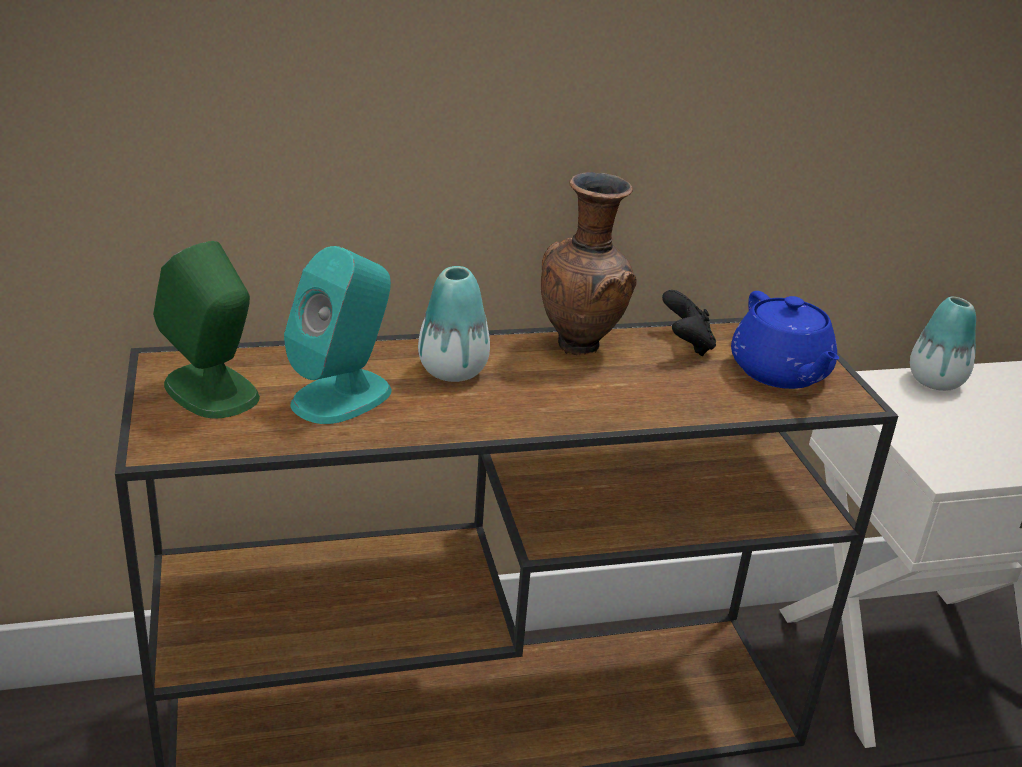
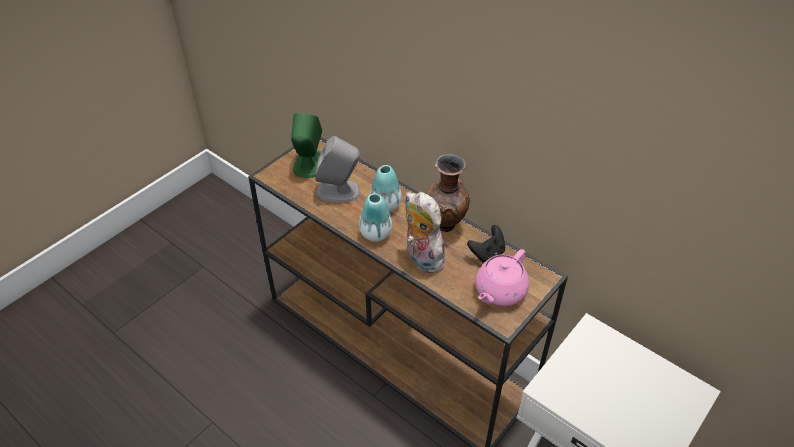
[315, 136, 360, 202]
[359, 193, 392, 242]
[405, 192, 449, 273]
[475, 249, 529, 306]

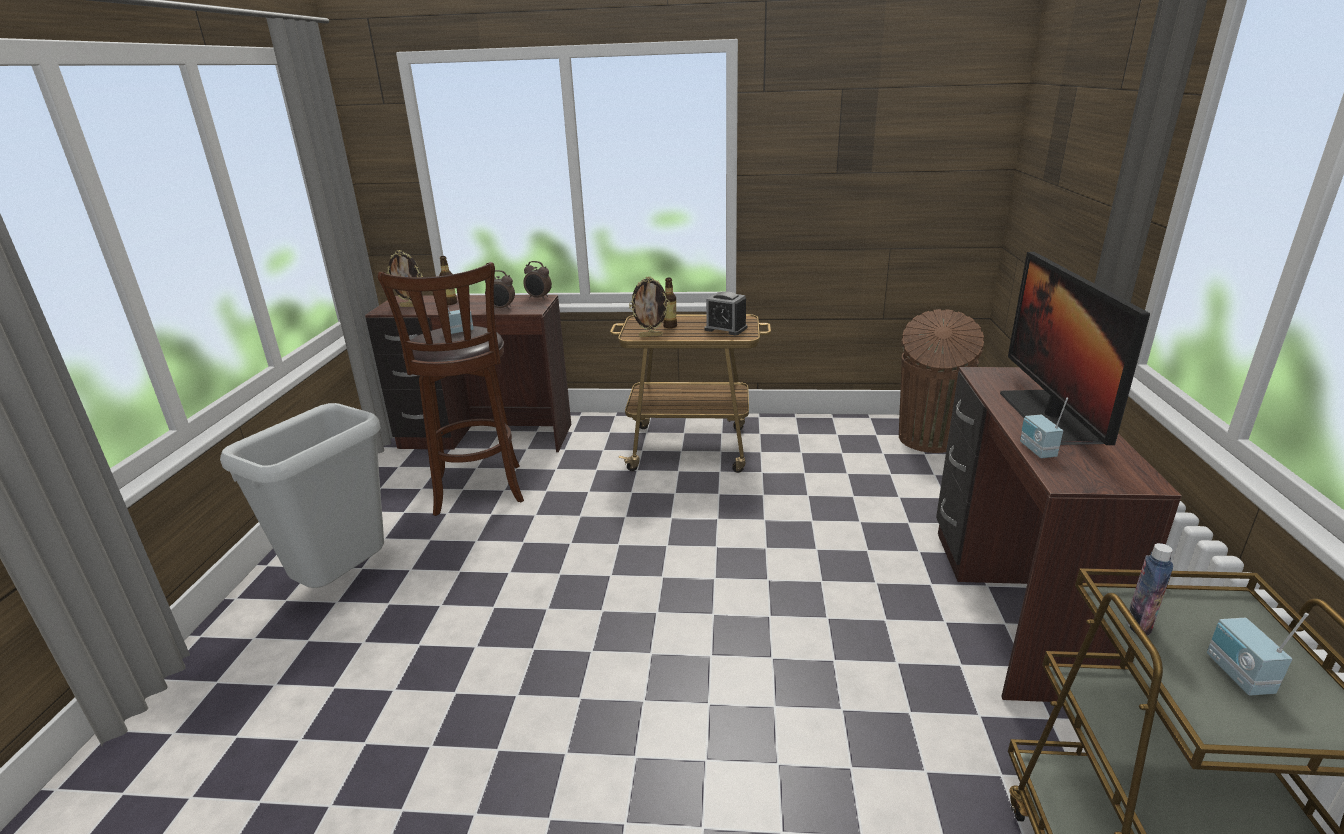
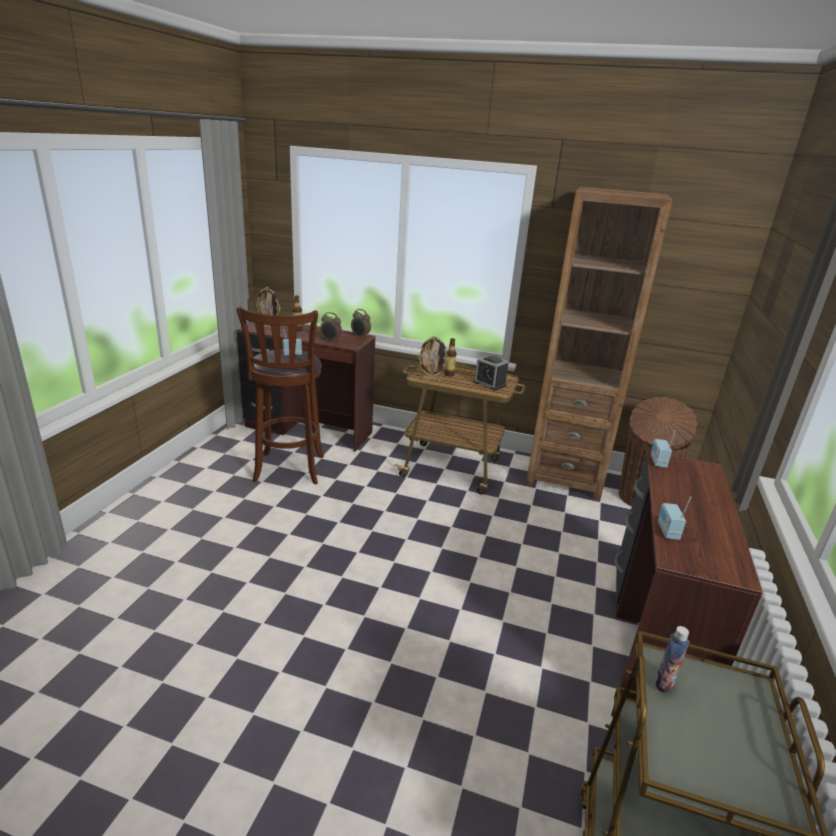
[526, 186, 672, 501]
[651, 430, 676, 468]
[220, 403, 384, 588] (first image)
[1000, 252, 1150, 445] (first image)

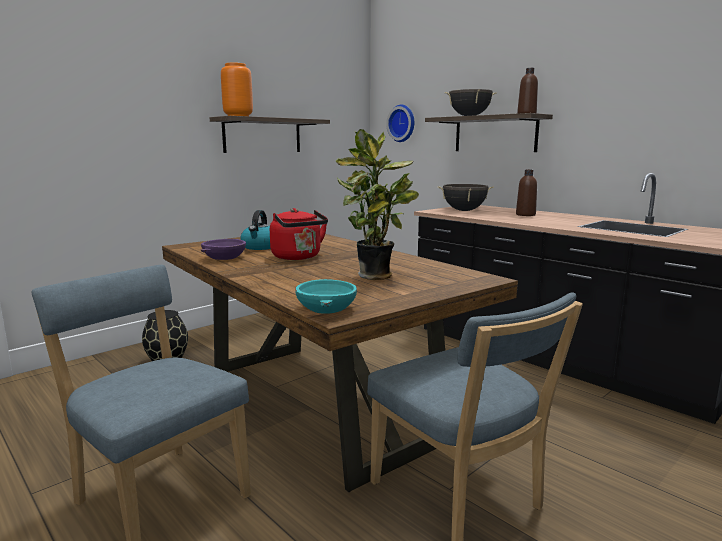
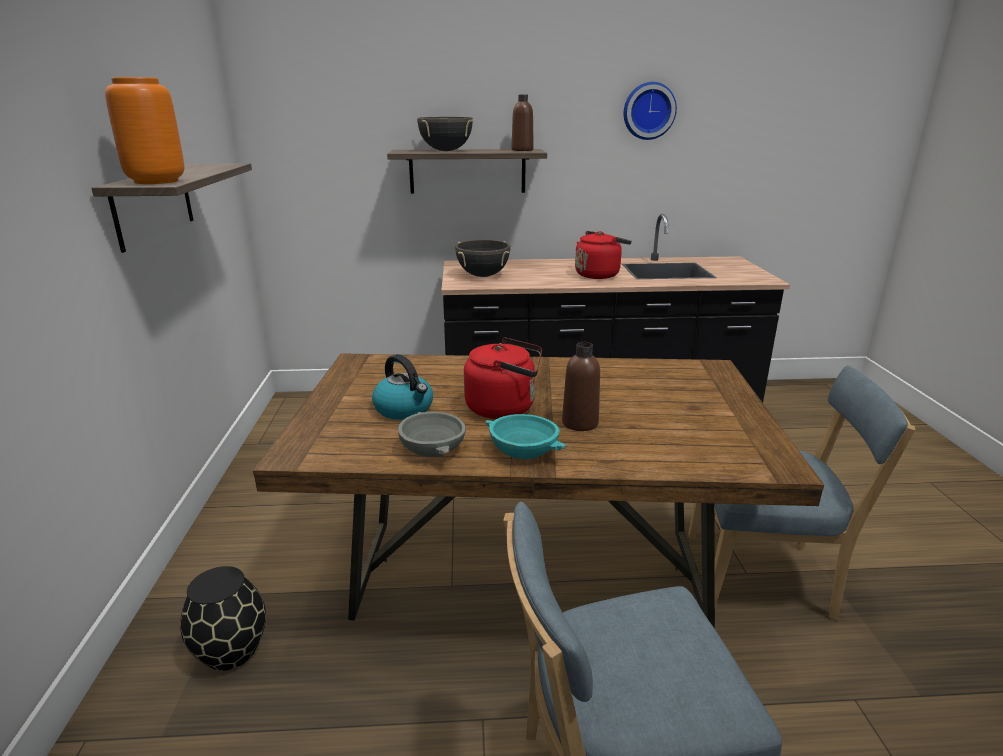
[398, 412, 466, 457]
[485, 414, 567, 459]
[562, 342, 600, 431]
[575, 231, 632, 279]
[624, 82, 677, 140]
[335, 129, 419, 280] (first image)

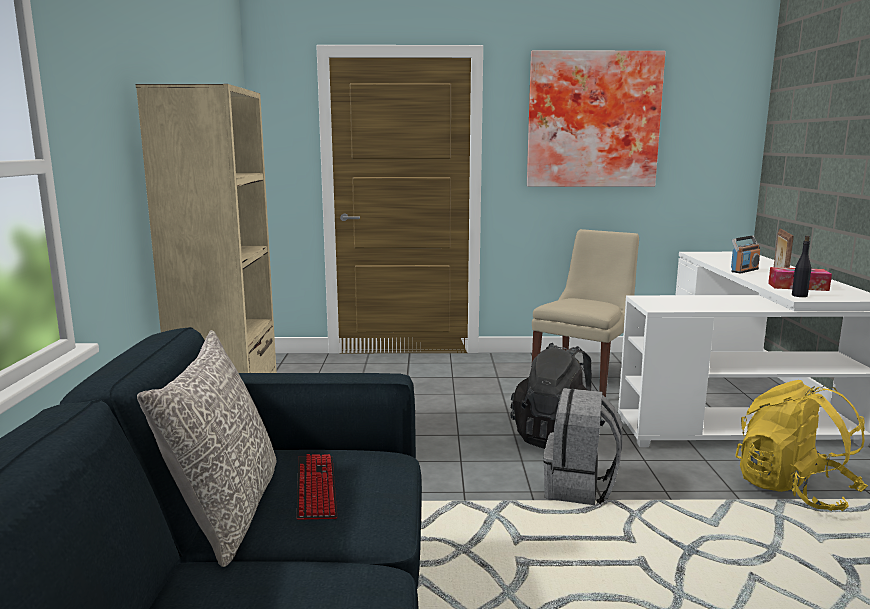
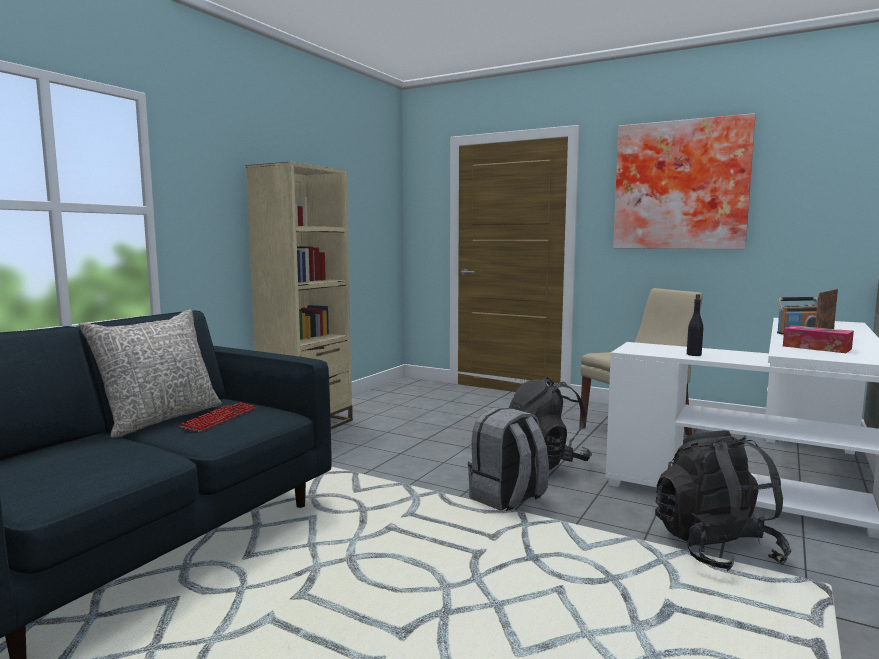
[655, 430, 791, 571]
[687, 294, 703, 356]

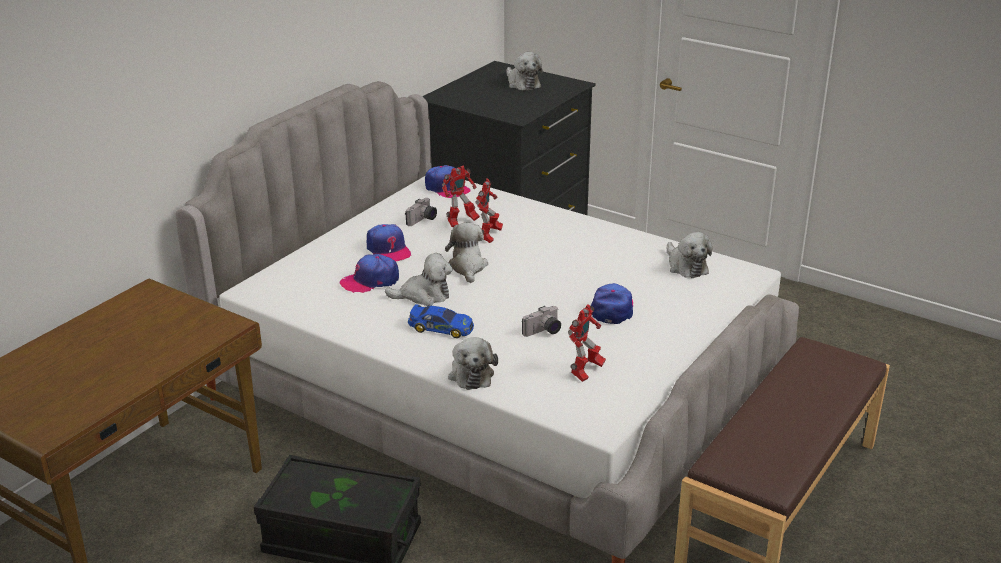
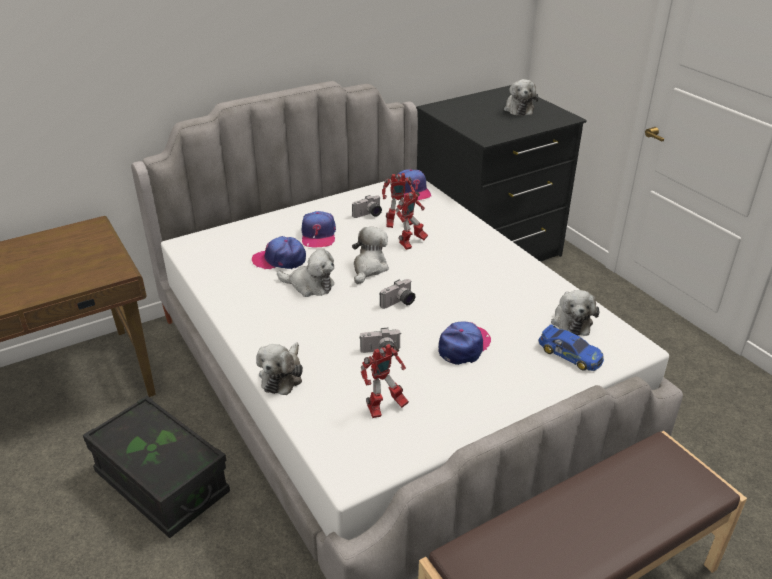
[379, 279, 415, 309]
[539, 324, 604, 371]

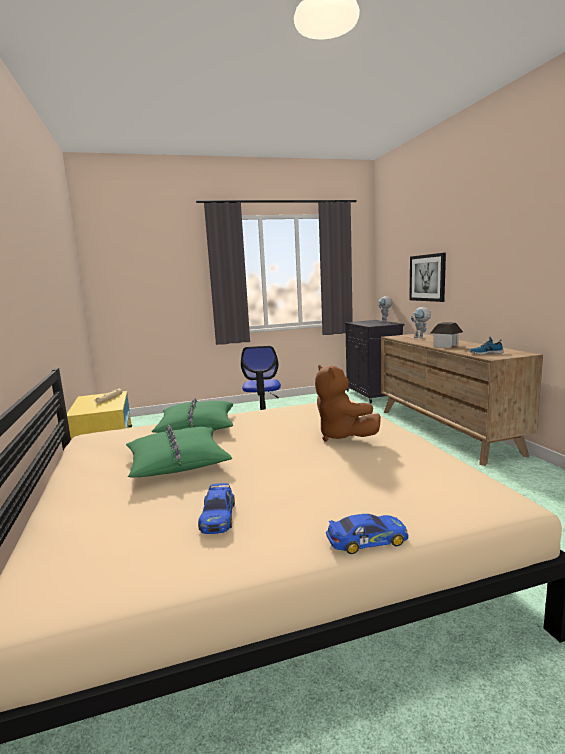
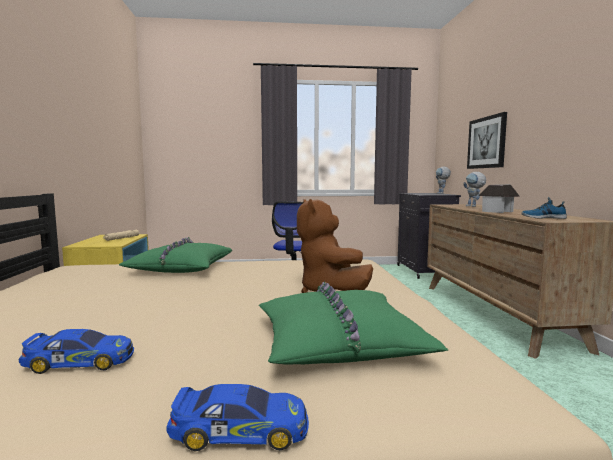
[19, 329, 134, 374]
[259, 281, 448, 364]

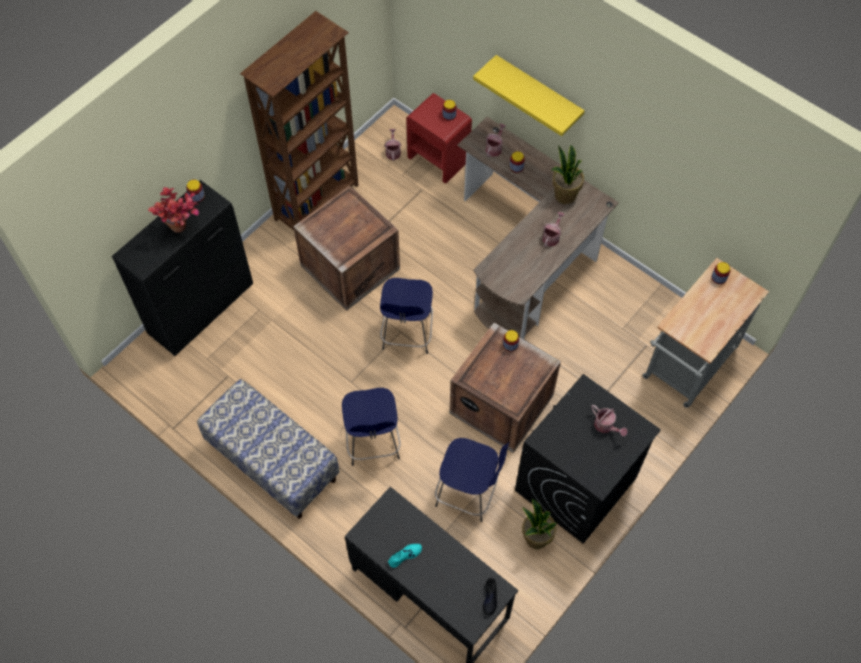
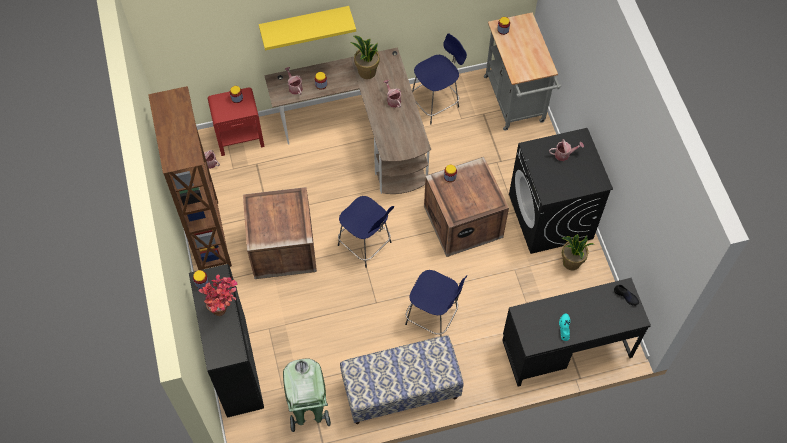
[283, 359, 331, 432]
[412, 34, 467, 124]

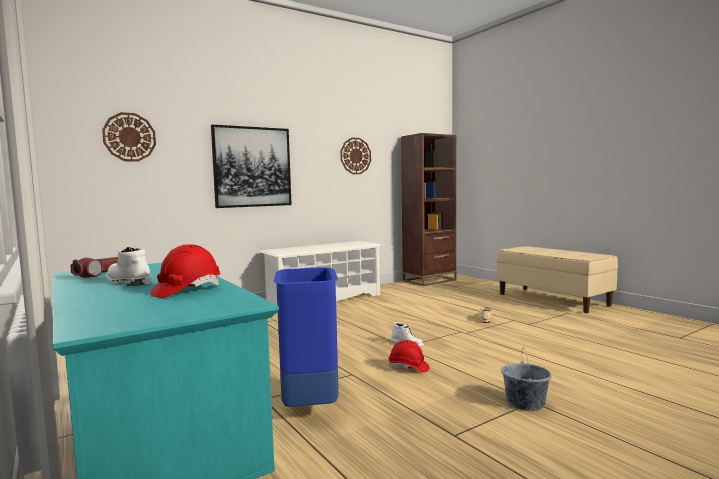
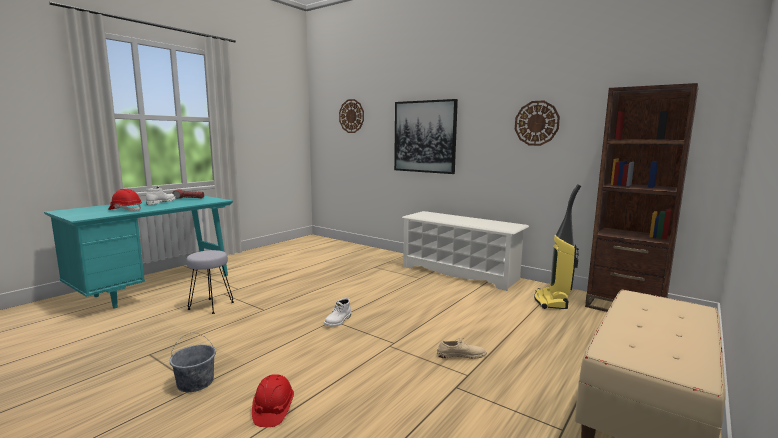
[186, 250, 234, 314]
[252, 374, 294, 427]
[534, 184, 581, 309]

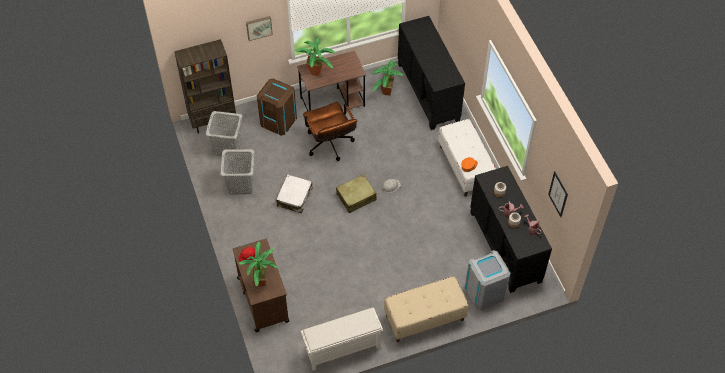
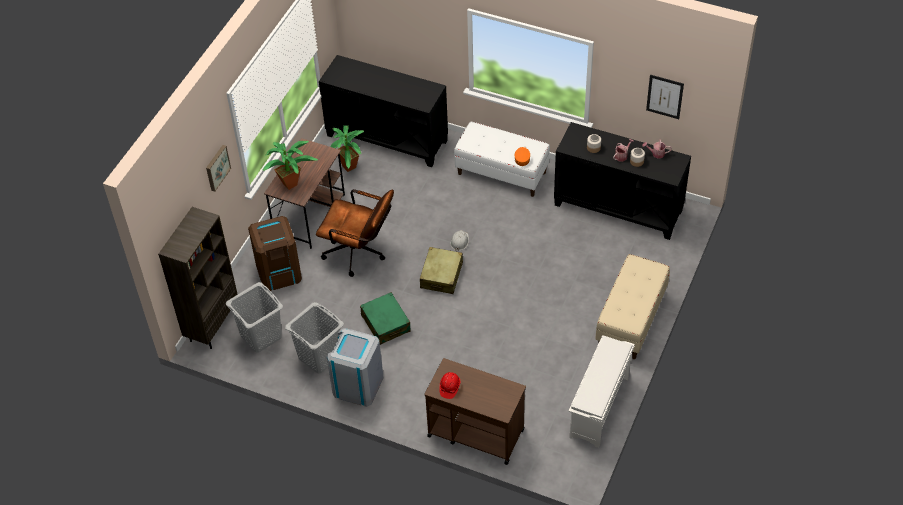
[327, 328, 384, 407]
[360, 292, 411, 345]
[238, 242, 277, 286] (first image)

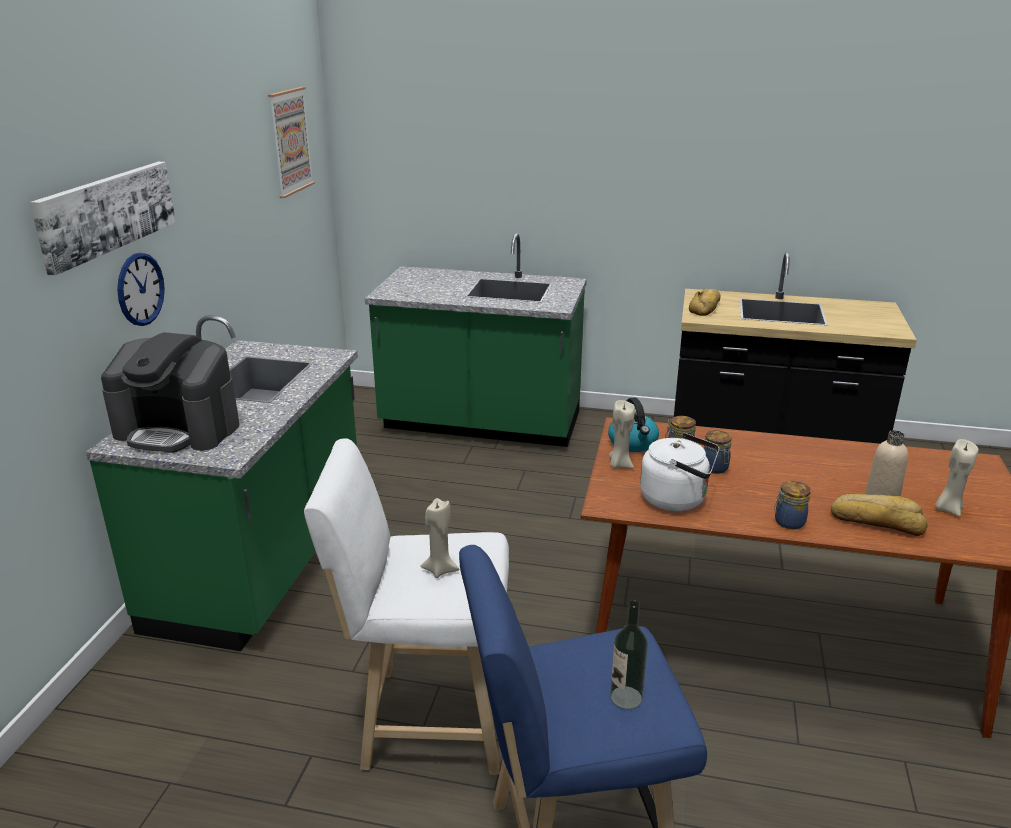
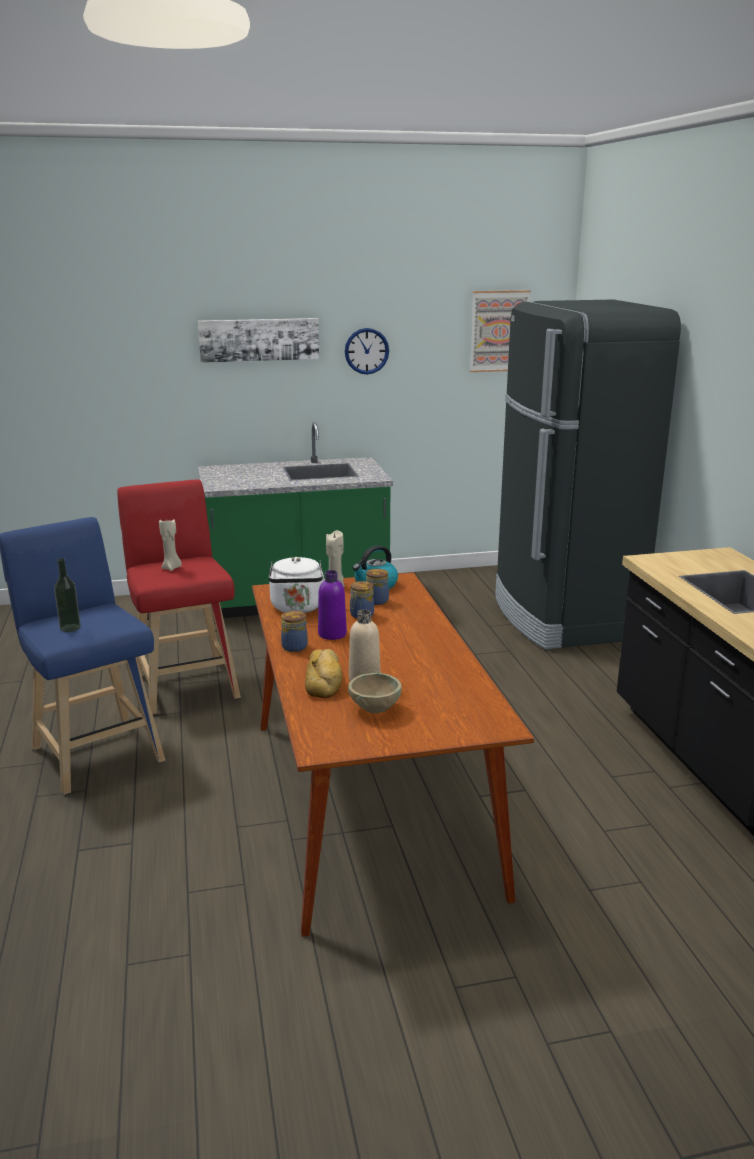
[118, 479, 241, 714]
[318, 570, 347, 640]
[345, 328, 389, 374]
[348, 673, 402, 713]
[495, 300, 681, 650]
[101, 332, 239, 453] (first image)
[689, 289, 721, 316] (first image)

